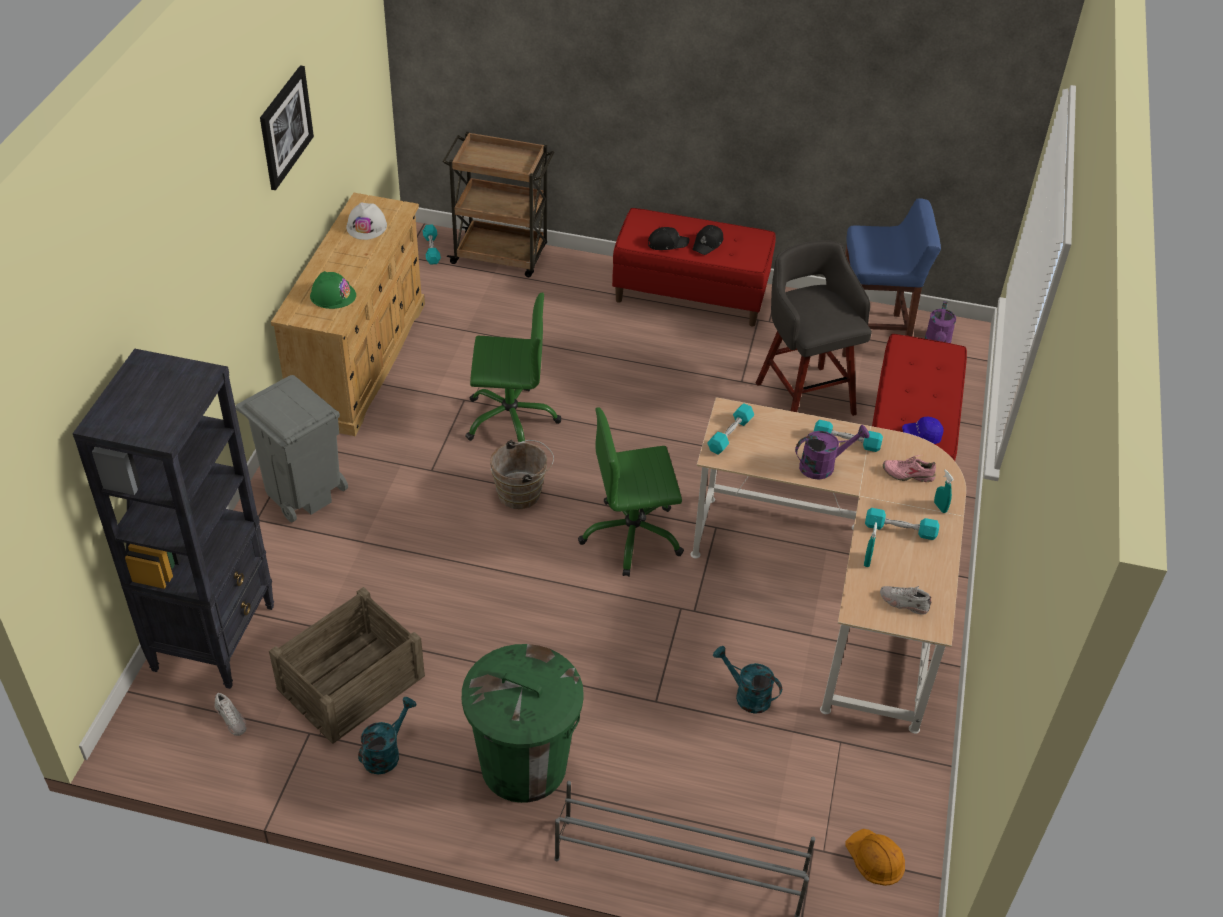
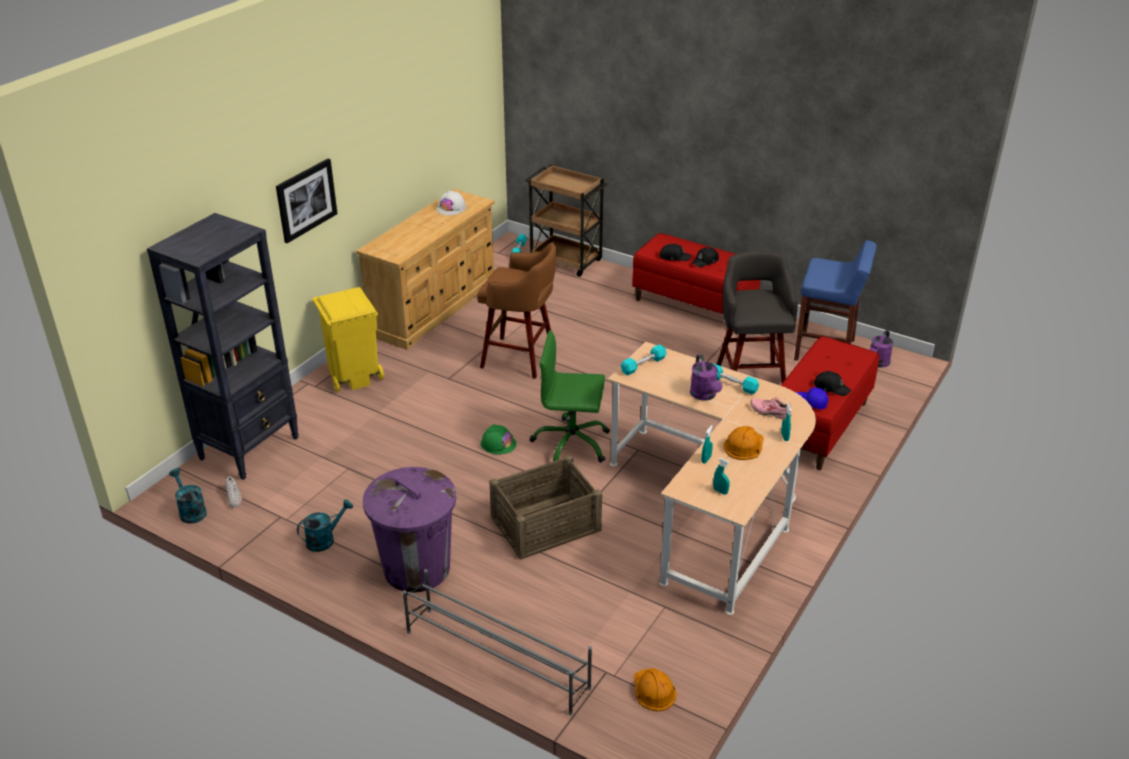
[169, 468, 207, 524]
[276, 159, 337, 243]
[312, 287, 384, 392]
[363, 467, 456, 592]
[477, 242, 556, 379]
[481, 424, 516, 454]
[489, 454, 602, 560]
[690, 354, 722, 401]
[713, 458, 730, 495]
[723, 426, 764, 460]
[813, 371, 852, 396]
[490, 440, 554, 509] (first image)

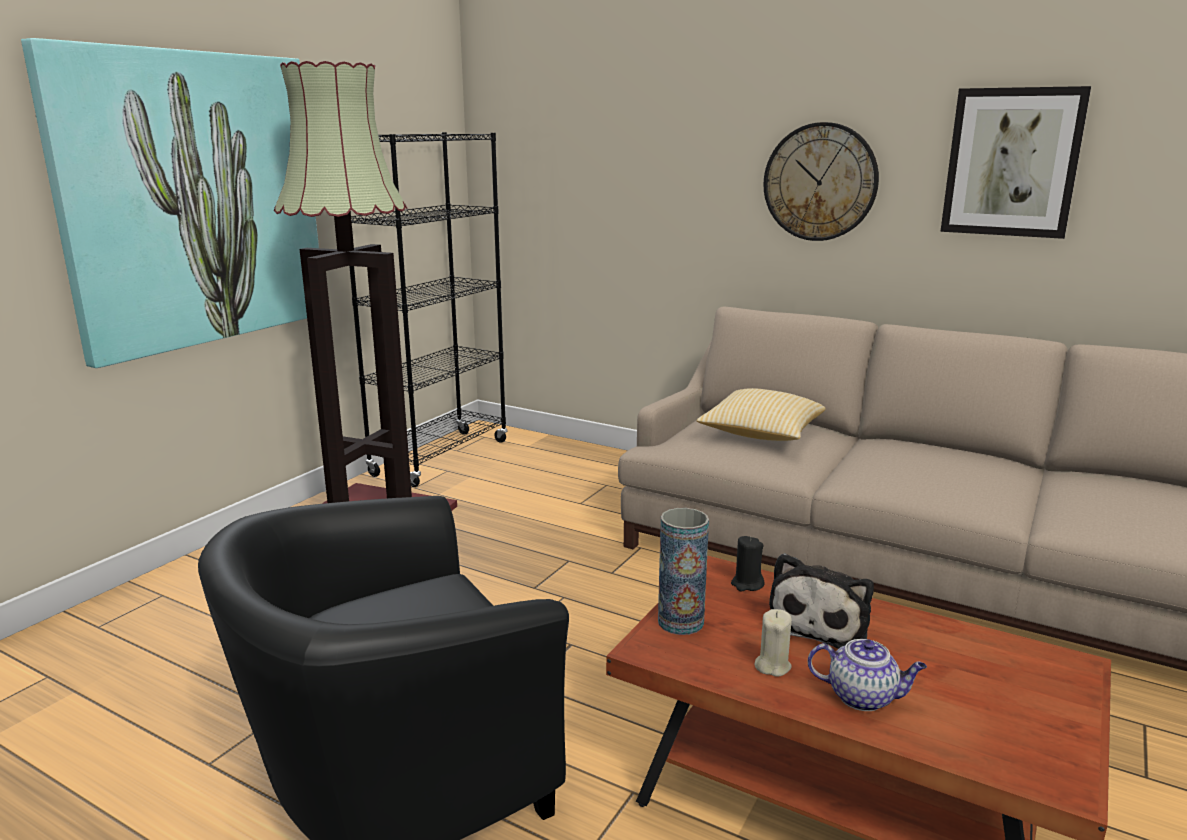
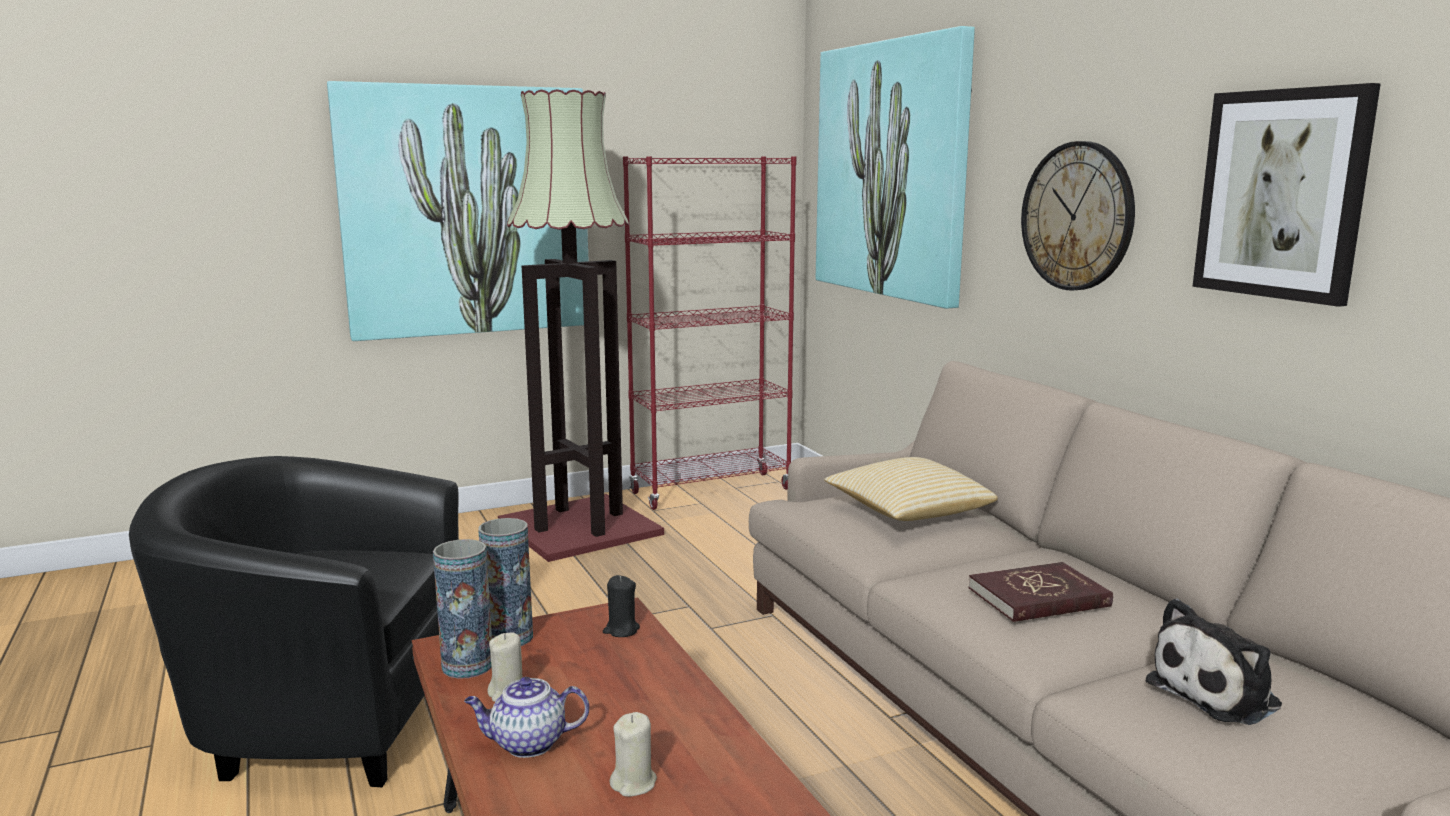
[433, 539, 492, 679]
[464, 677, 589, 758]
[609, 712, 657, 797]
[623, 156, 797, 510]
[816, 26, 975, 309]
[969, 562, 1113, 622]
[1146, 599, 1282, 725]

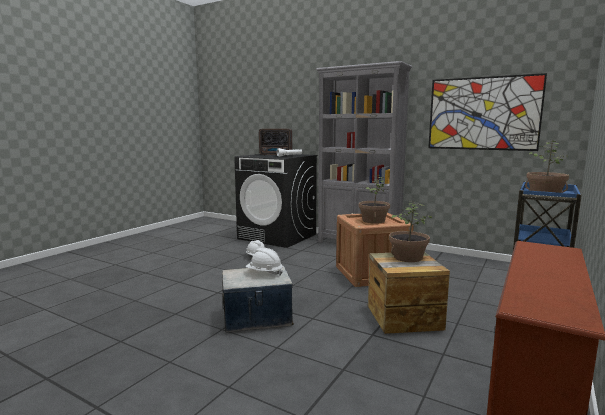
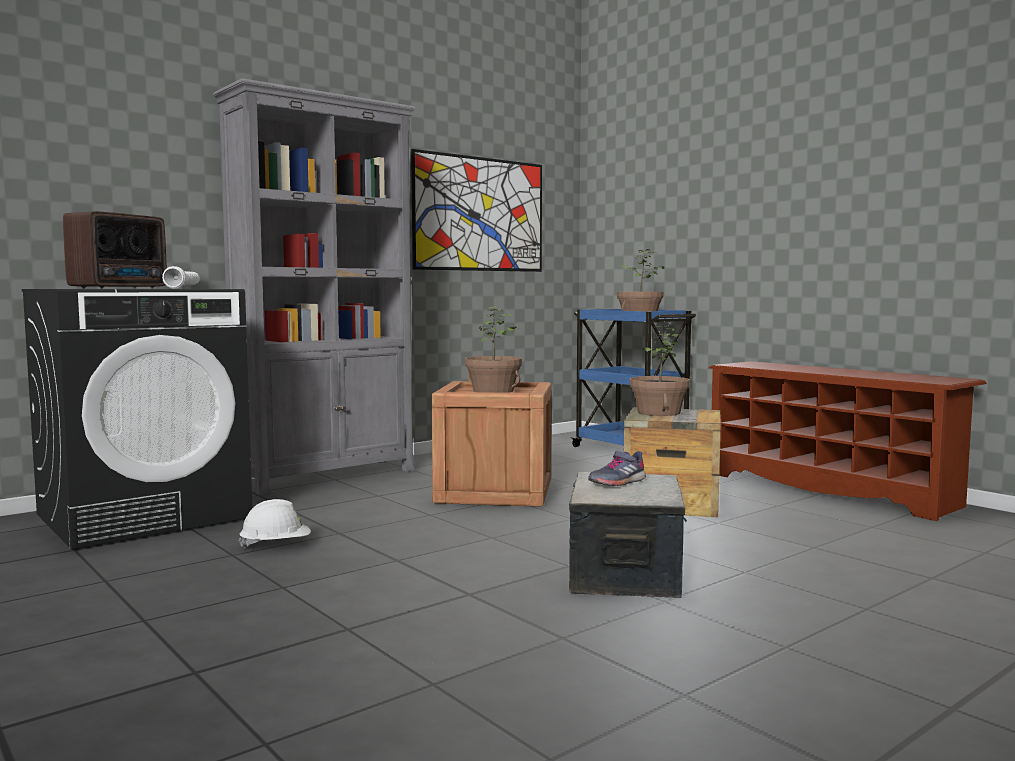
[588, 451, 646, 486]

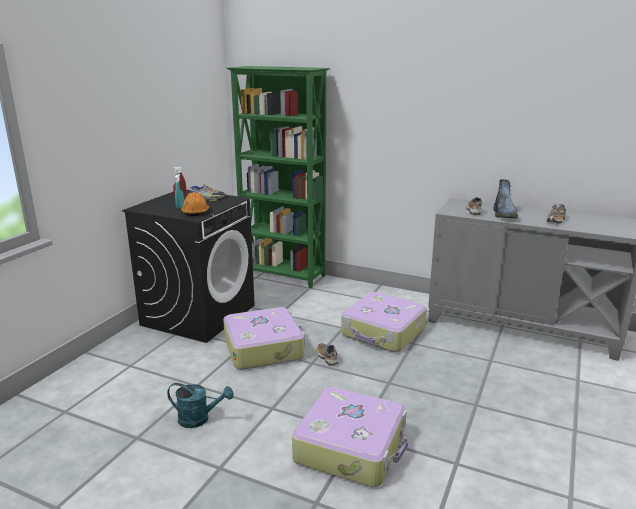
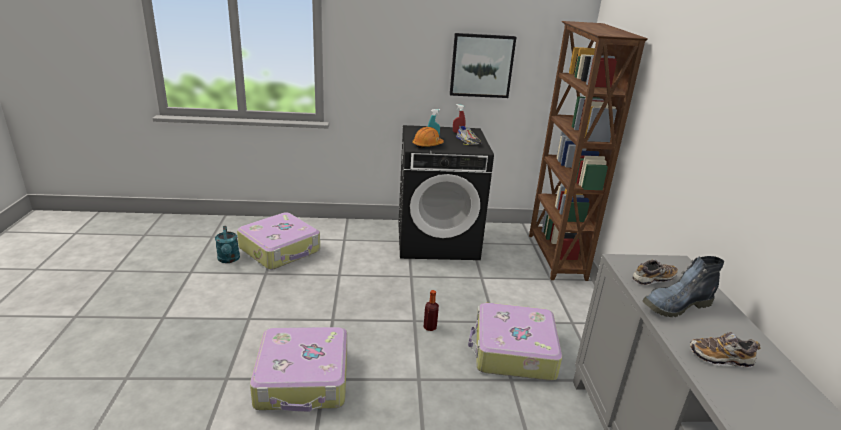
[215, 226, 240, 263]
[237, 212, 320, 270]
[424, 290, 439, 331]
[450, 33, 516, 98]
[529, 21, 648, 281]

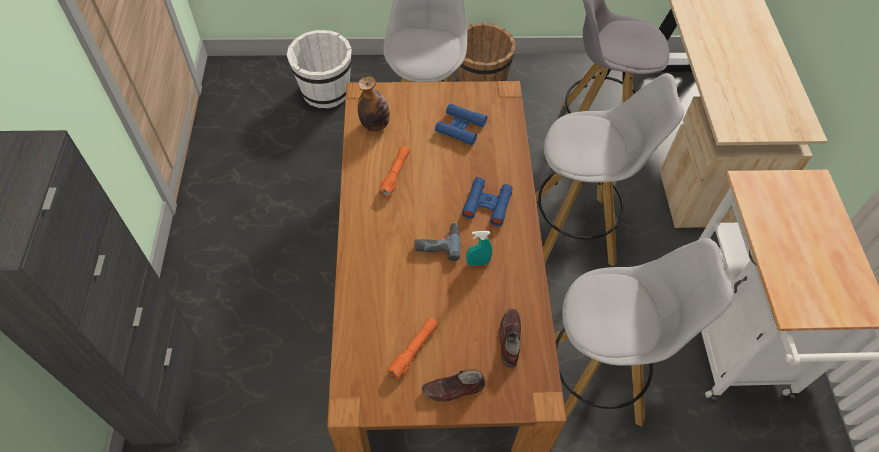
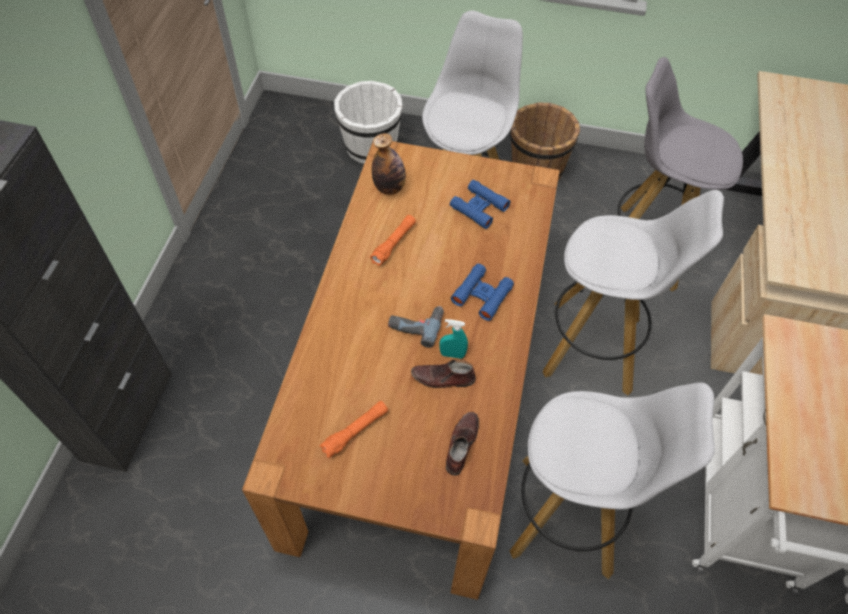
[411, 360, 476, 388]

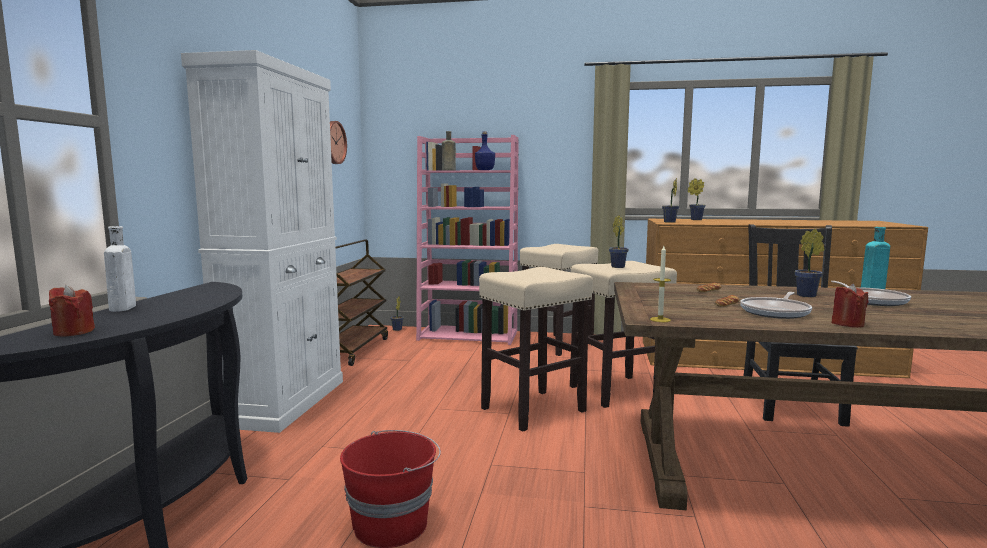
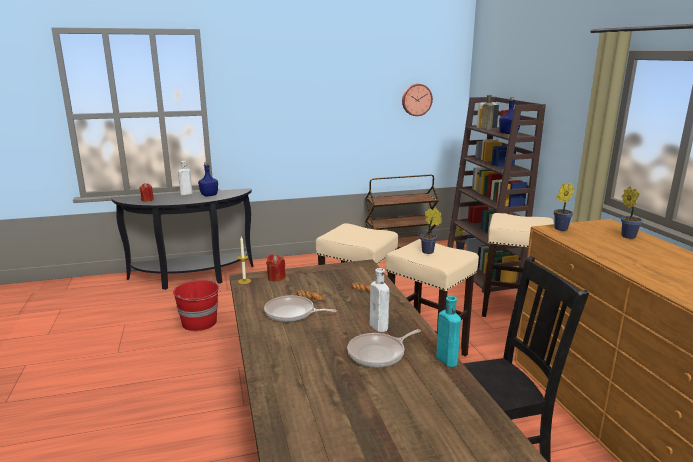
[198, 162, 218, 196]
[266, 254, 286, 282]
[370, 268, 390, 332]
[447, 97, 546, 293]
[181, 50, 343, 433] (first image)

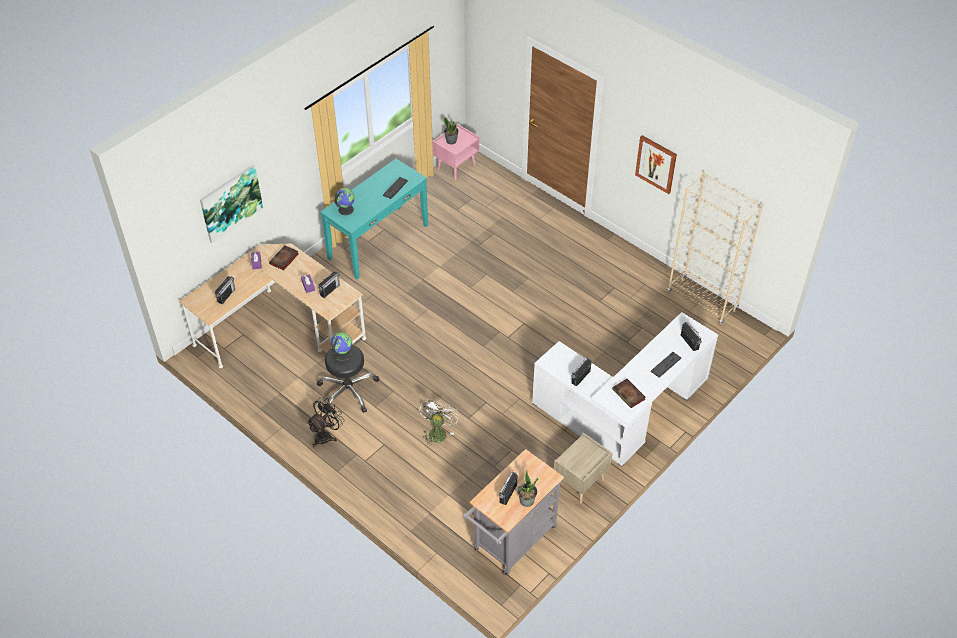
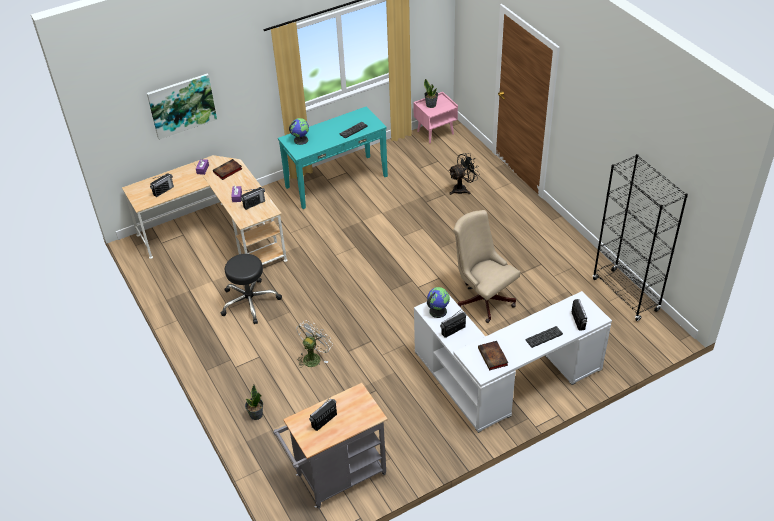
[245, 385, 263, 420]
[427, 287, 450, 318]
[449, 153, 479, 195]
[453, 210, 521, 323]
[593, 154, 688, 321]
[554, 432, 613, 504] (first image)
[635, 135, 677, 194] (first image)

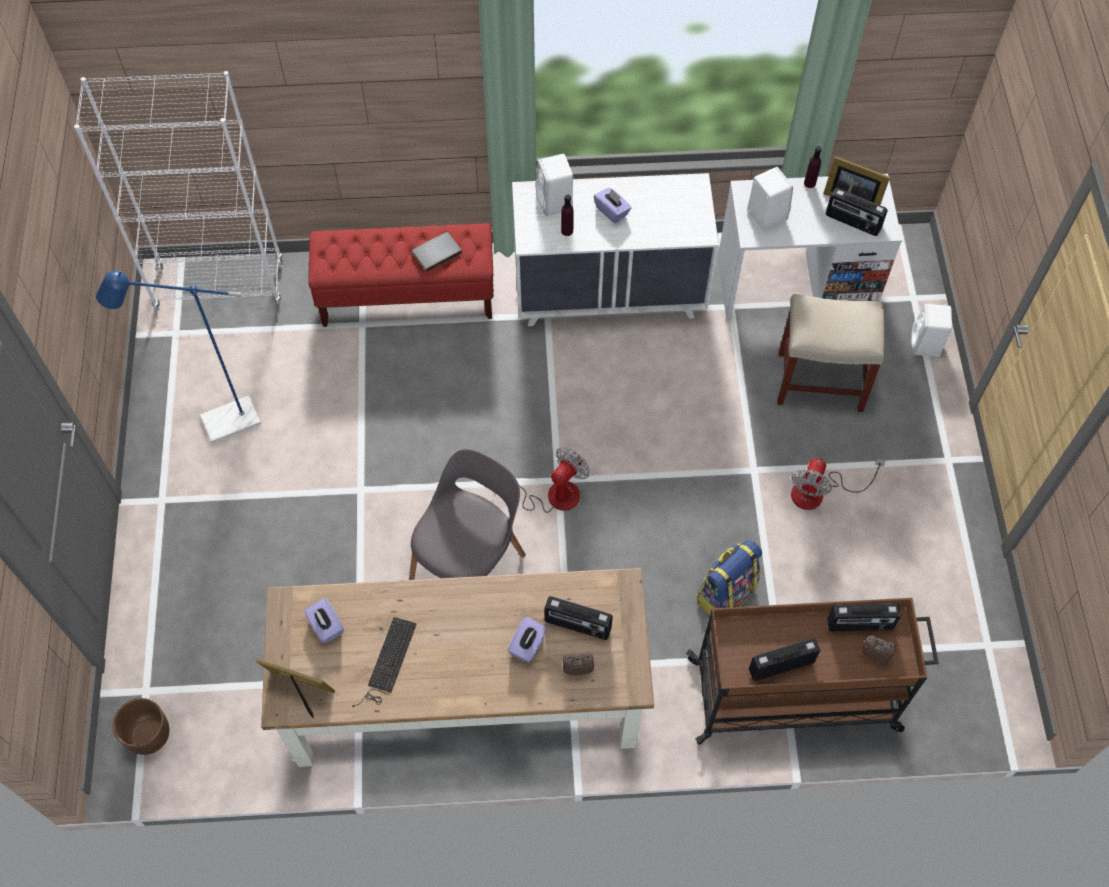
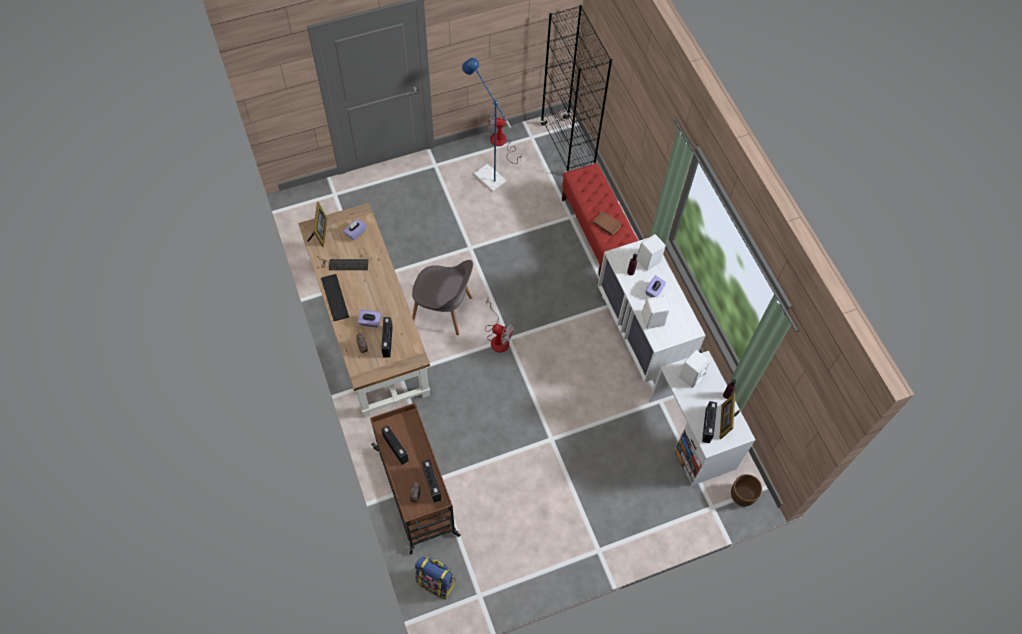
[321, 274, 349, 321]
[415, 556, 456, 600]
[488, 111, 521, 164]
[540, 5, 612, 172]
[593, 211, 622, 236]
[641, 295, 669, 329]
[731, 474, 762, 507]
[777, 294, 885, 412] (first image)

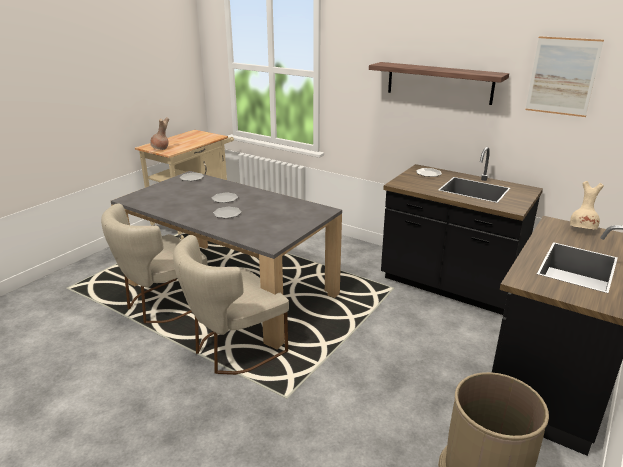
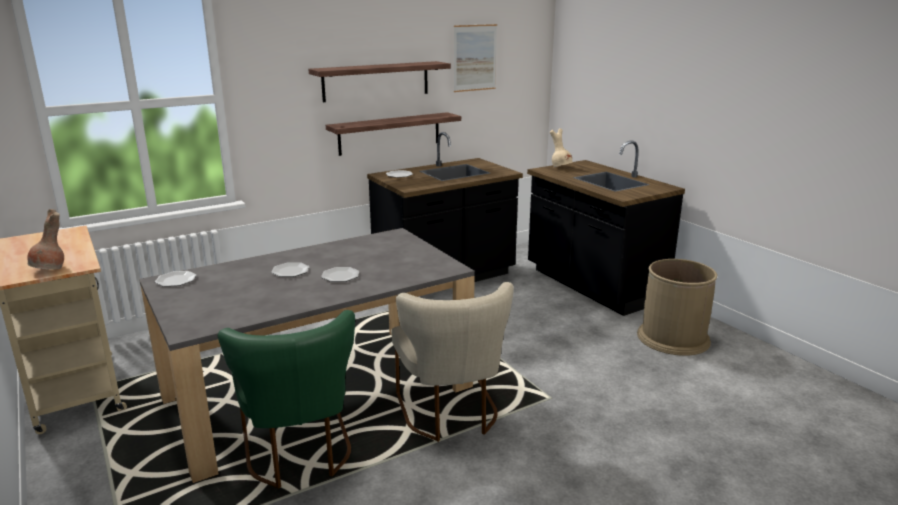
[218, 310, 355, 488]
[326, 112, 461, 156]

